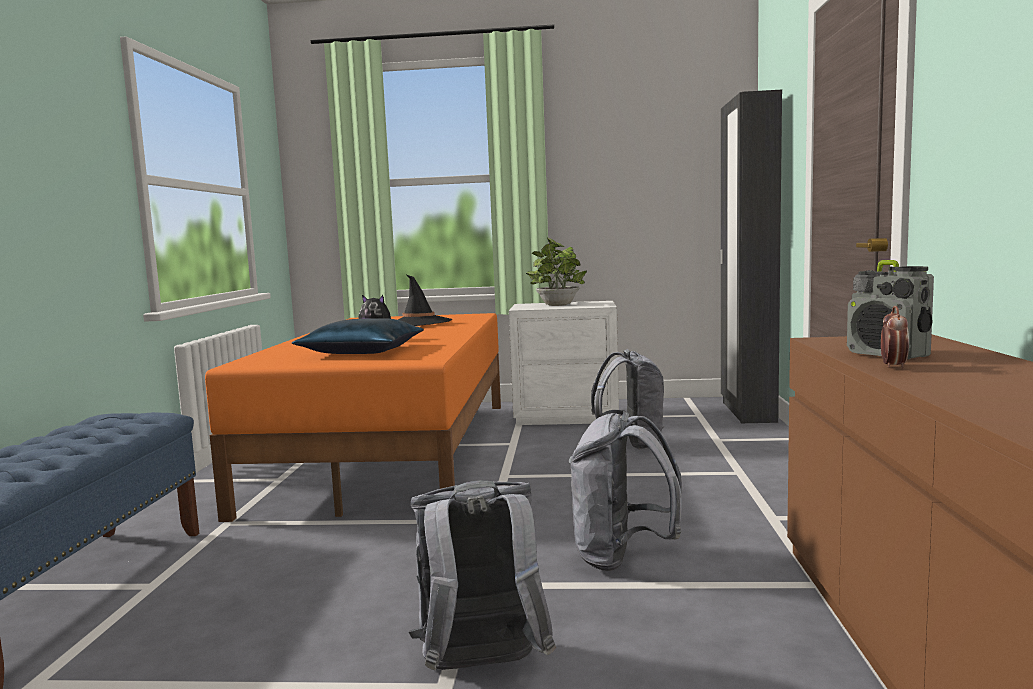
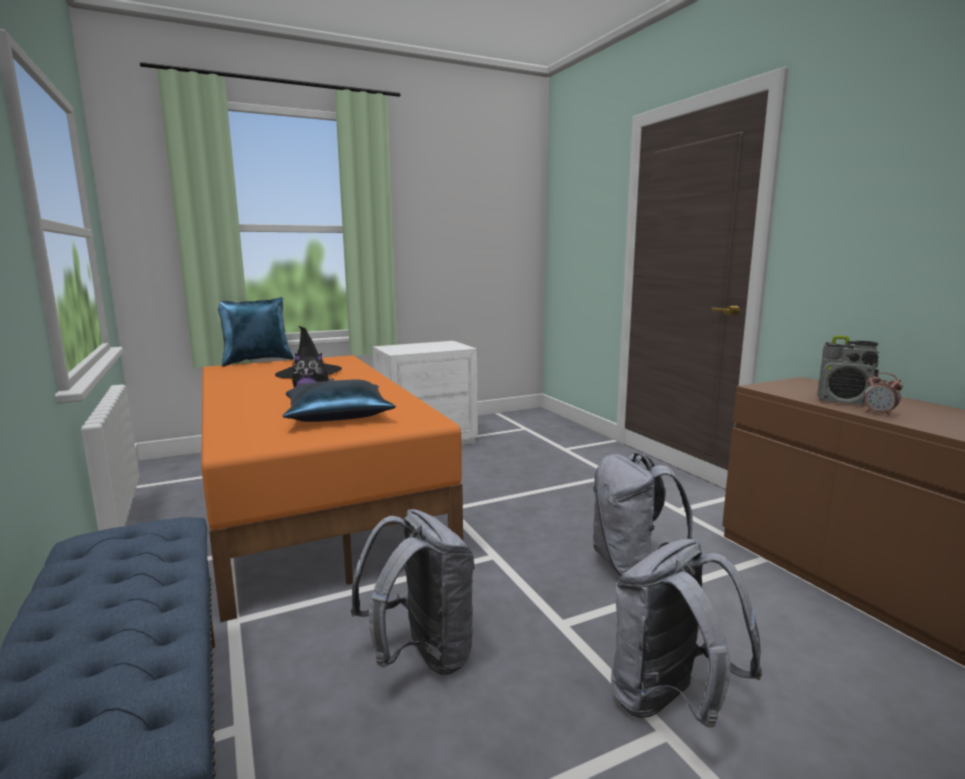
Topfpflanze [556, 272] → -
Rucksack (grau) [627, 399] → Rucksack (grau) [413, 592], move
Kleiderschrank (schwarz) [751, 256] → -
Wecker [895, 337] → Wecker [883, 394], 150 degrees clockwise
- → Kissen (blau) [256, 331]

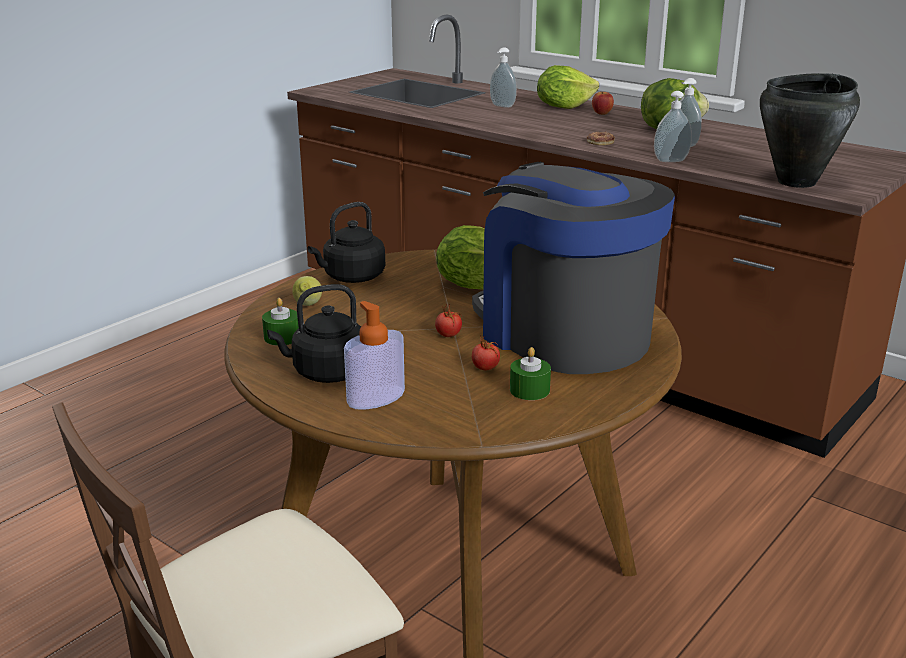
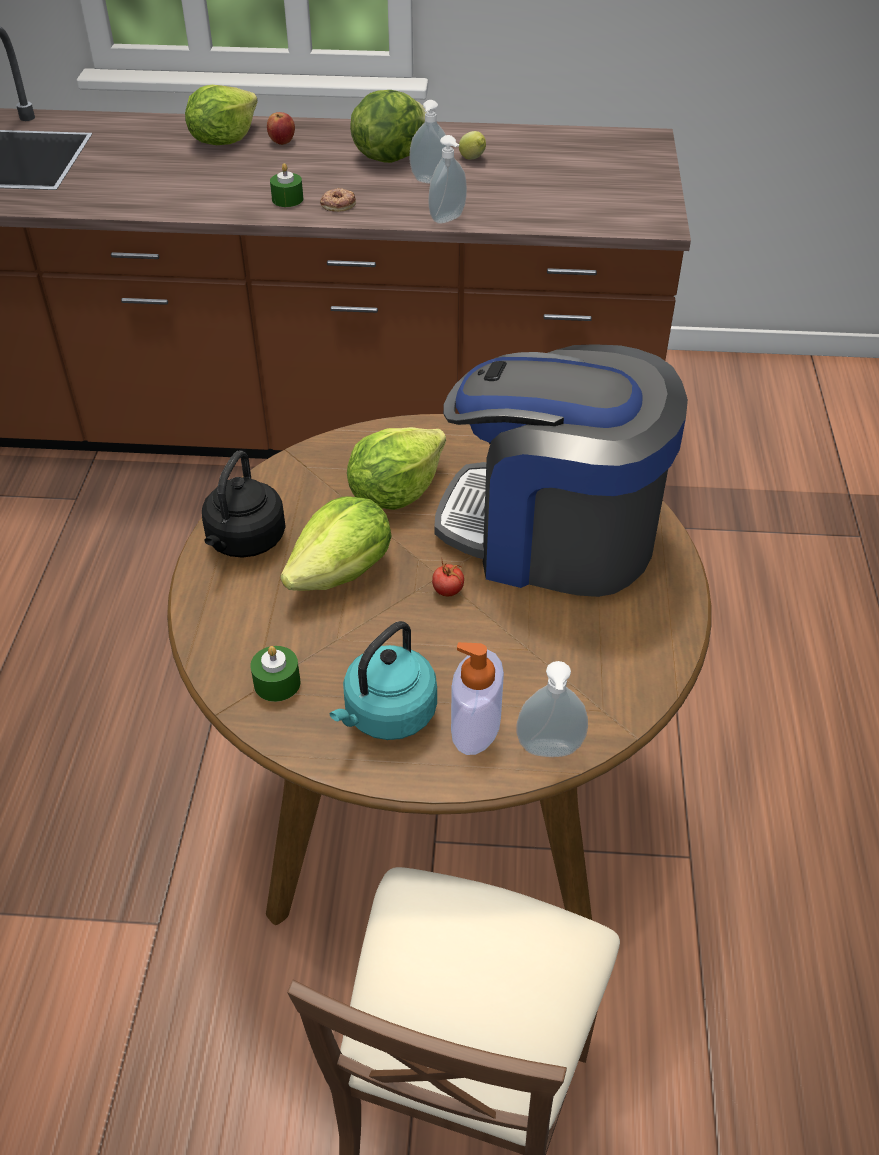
Wasserkessel (schwarz) [314, 333] → Wasserkessel (türkis) [383, 680]
Zitrone [307, 291] → Zitrone [472, 145], move
Tomate [486, 352] → -
Seifenspender [503, 77] → Seifenspender [552, 709], move
Kerze (grün) [530, 373] → Kerze (grün) [286, 185], move
Kochtopf (schwarz) [810, 130] → -
- → Salatkopf [336, 543]

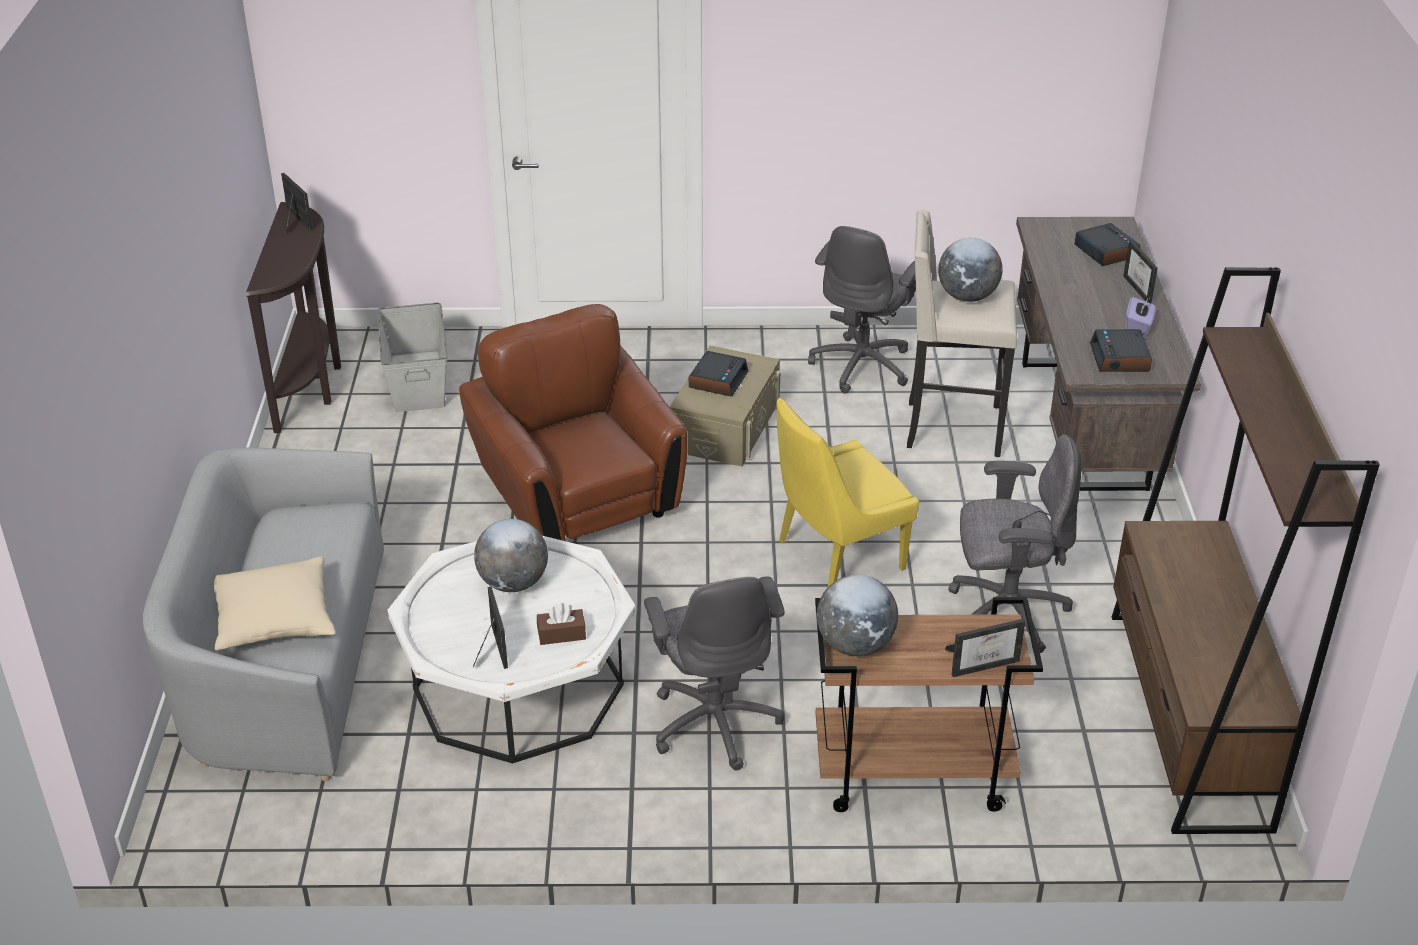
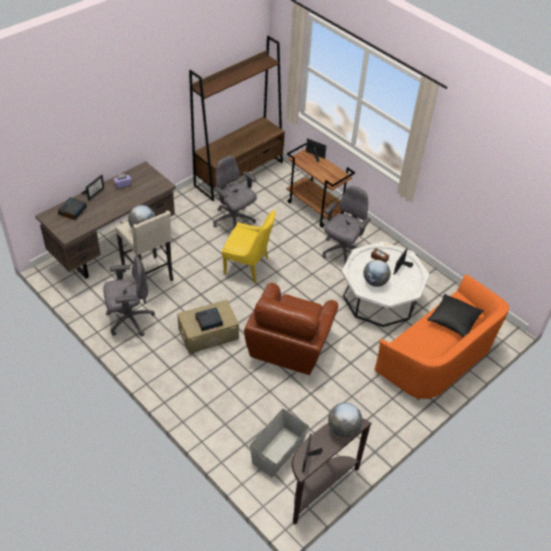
Sofa (grau) [263, 614] → Sofa (orange) [441, 337]
Kissen (beige) [275, 603] → Kissen (schwarz) [455, 315]
Globus [857, 615] → Globus [345, 420], move
Wecker [1121, 350] → -

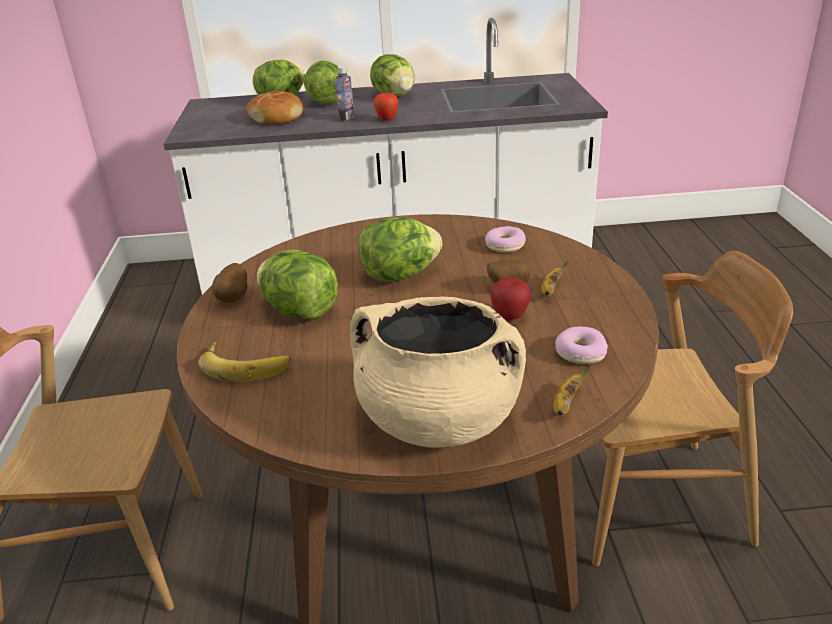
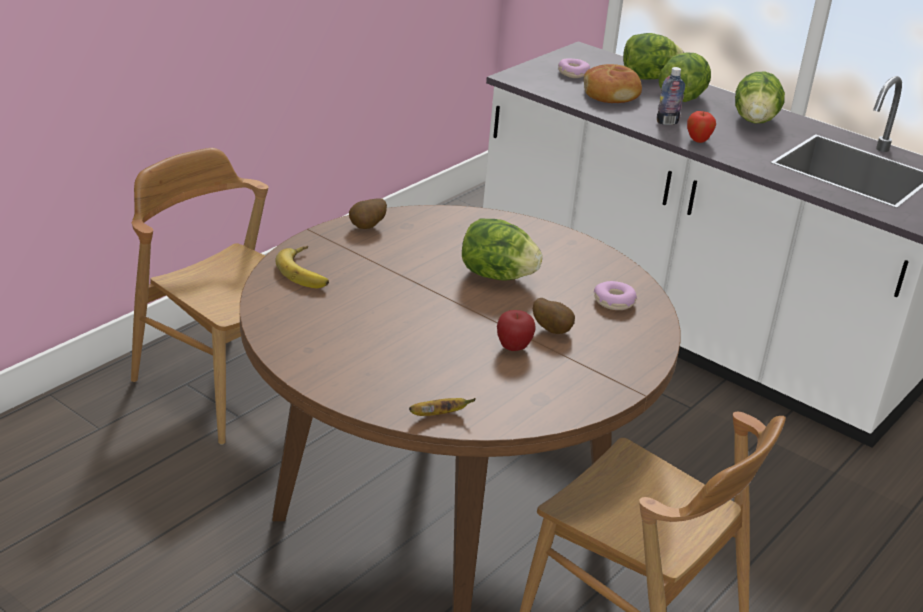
Salatkopf [297, 284] → -
Kochtopf (beige) [438, 372] → -
Banane [554, 279] → -
Donut [581, 345] → Donut [574, 68], move

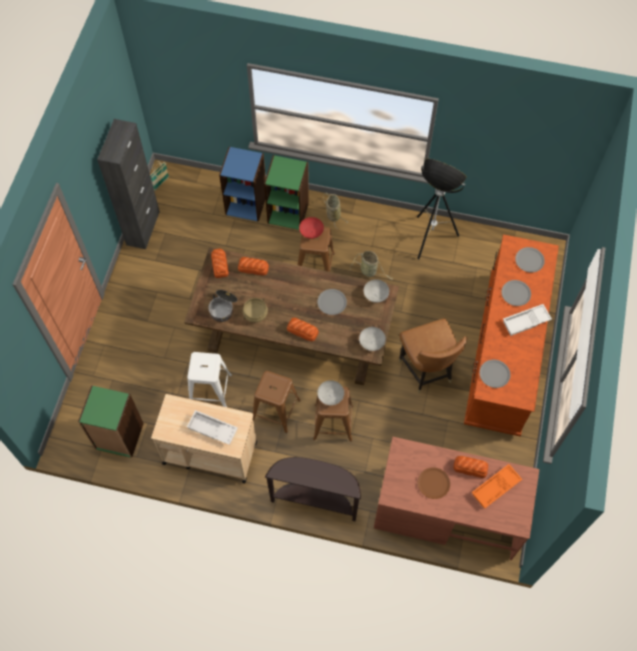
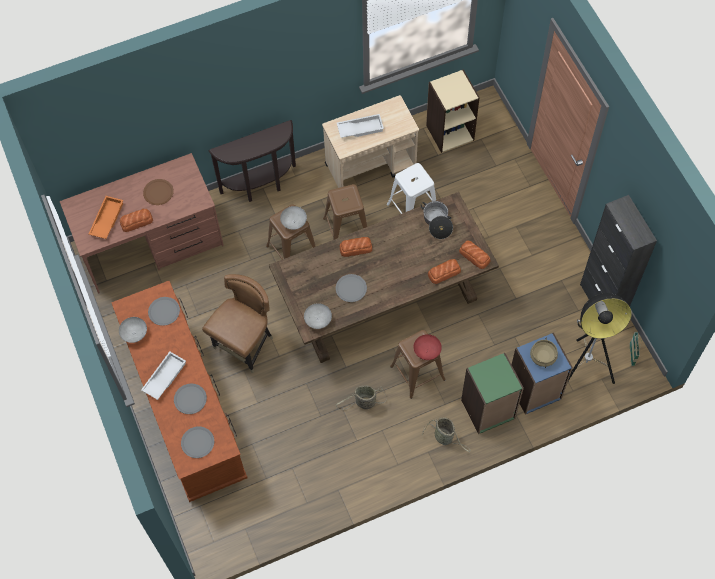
Bücherregal (grün) [111, 421] → Bücherregal (beige) [453, 111]
Kochtopf (beige) [255, 310] → Kochtopf (beige) [544, 353], move
Schüssel (grau) [372, 339] → Schüssel (grau) [133, 330], move
Stuhl (braun) [433, 356] → Stuhl (braun) [237, 323], 90 degrees clockwise
Stehlampe [442, 209] → Stehlampe [600, 338], move

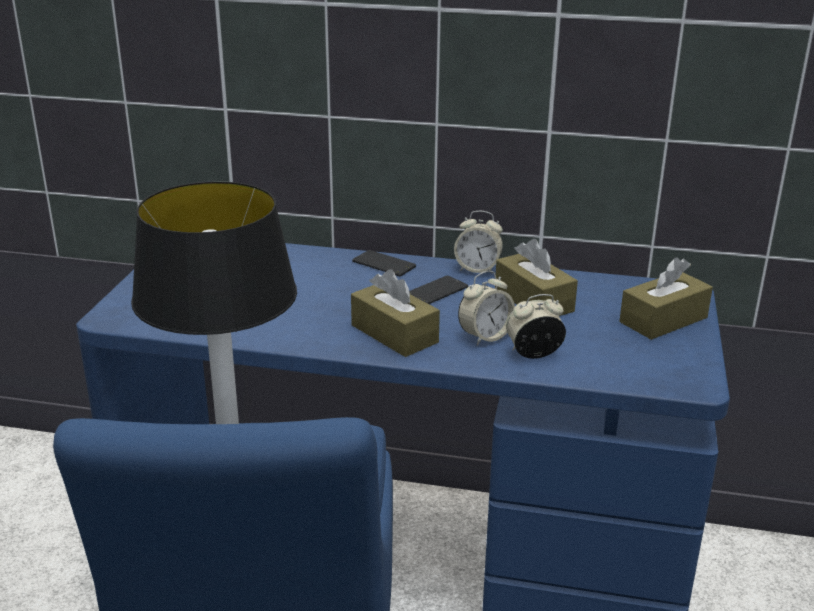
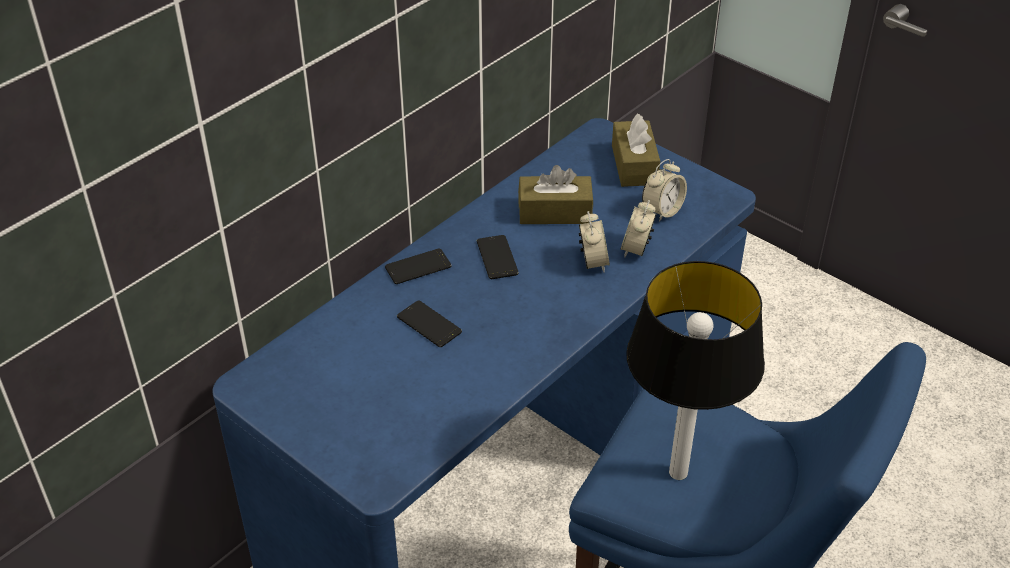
Taschentuchbox (braun) [395, 313] → -
Wecker [478, 242] → Wecker [664, 190], move
- → Handy [429, 324]

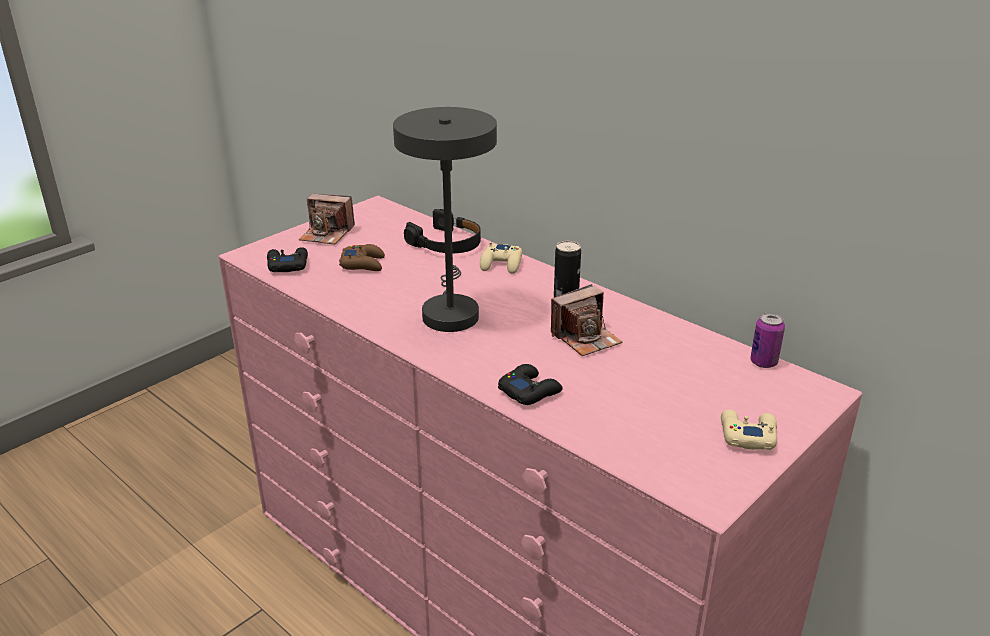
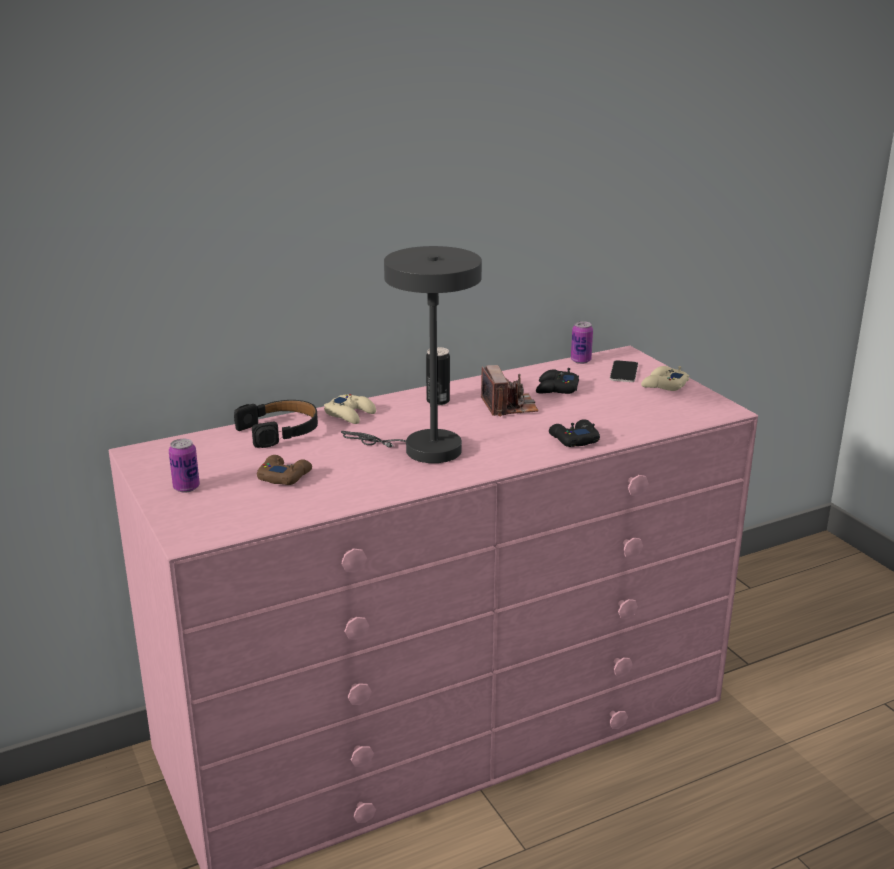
Gamepad (schwarz) [287, 259] → Gamepad (schwarz) [557, 381], move
Kamera [327, 219] → Dose [184, 465]
- → Handy [624, 371]

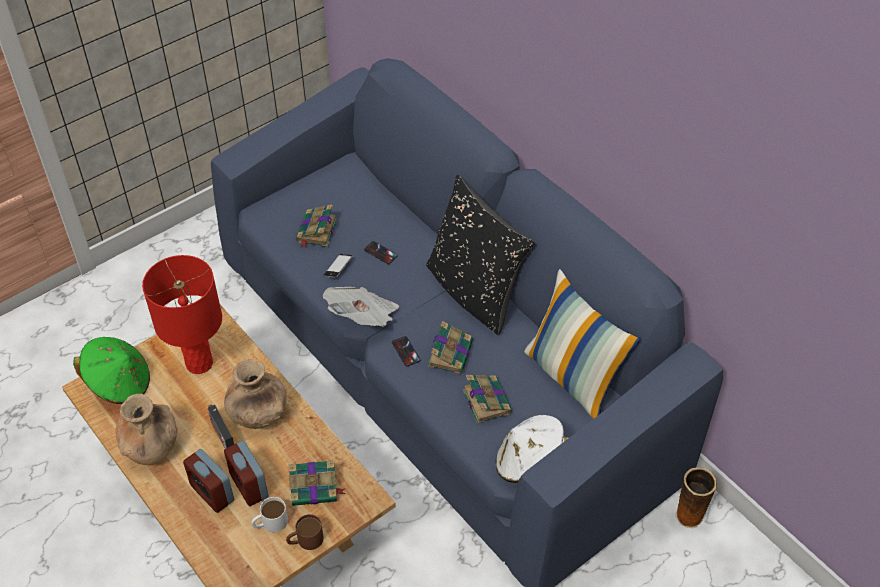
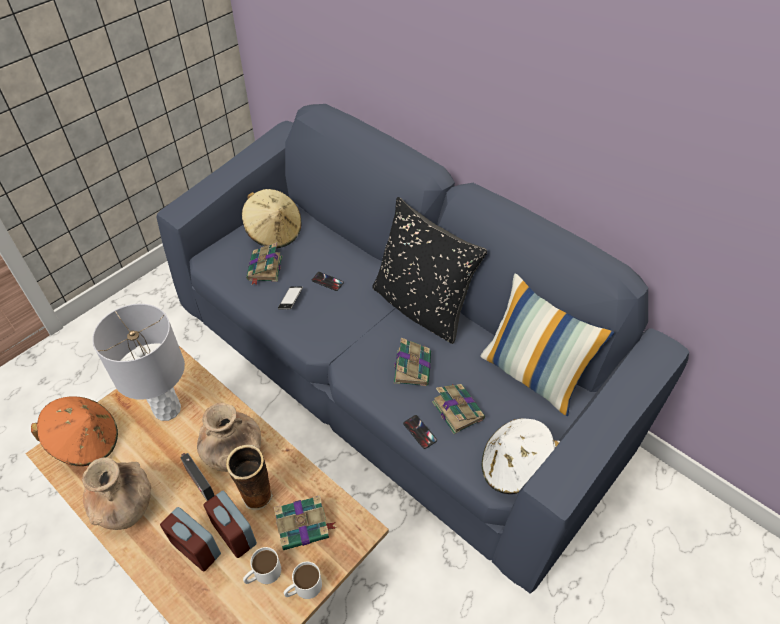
Hut (grün) [111, 370] → Hut (orange) [74, 431]
Tischlampe (rot) [182, 314] → Tischlampe (grau) [138, 362]
Henkelbecher (braun) [305, 532] → Henkelbecher (weiß) [303, 580]
Zeitung [361, 307] → -
Handy [406, 351] → Handy [420, 432], move
Vase [696, 497] → Vase [249, 477], move
- → Hut (beige) [272, 218]

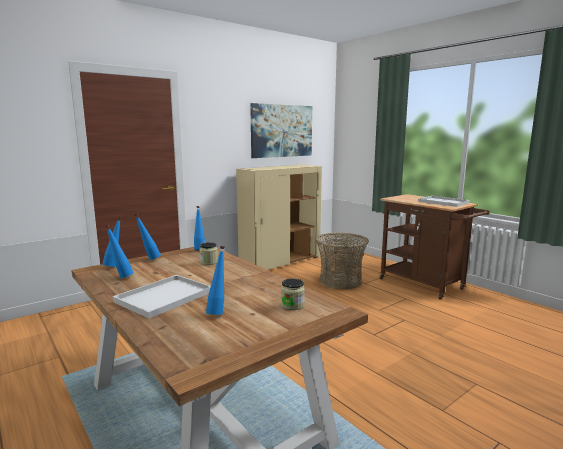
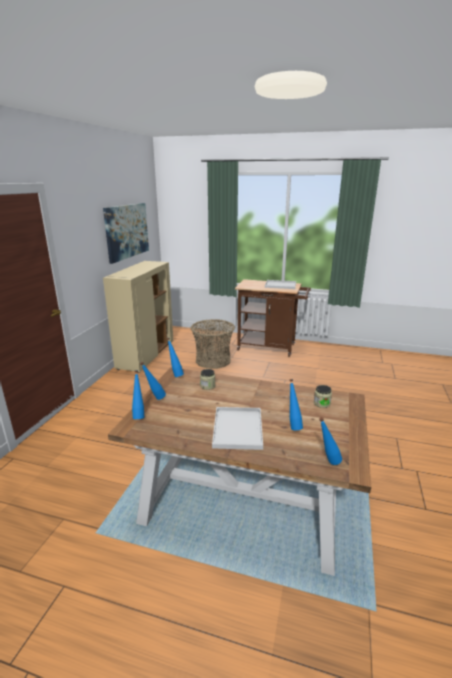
Flasche (blau) [119, 252] → Flasche (blau) [330, 441], move

